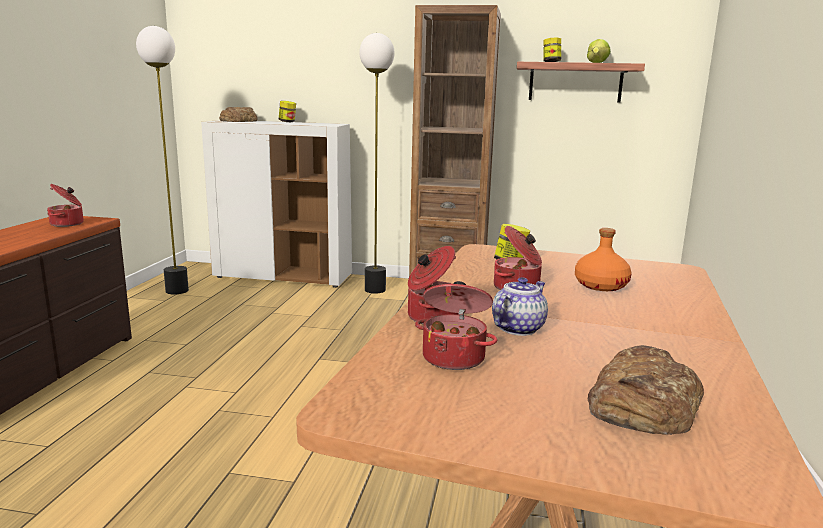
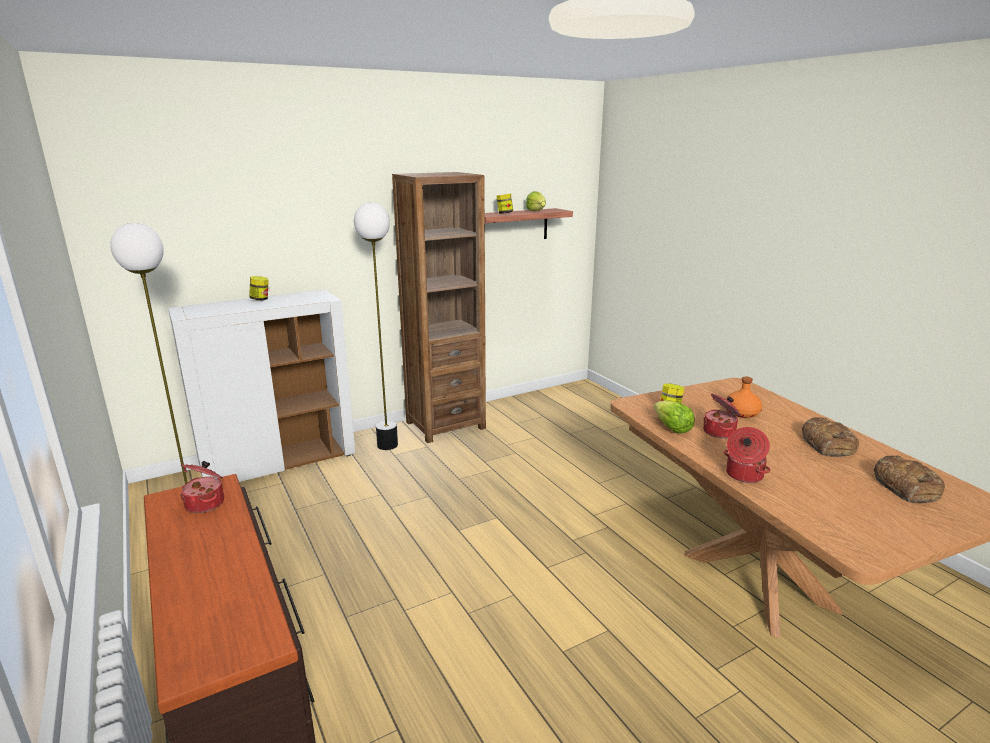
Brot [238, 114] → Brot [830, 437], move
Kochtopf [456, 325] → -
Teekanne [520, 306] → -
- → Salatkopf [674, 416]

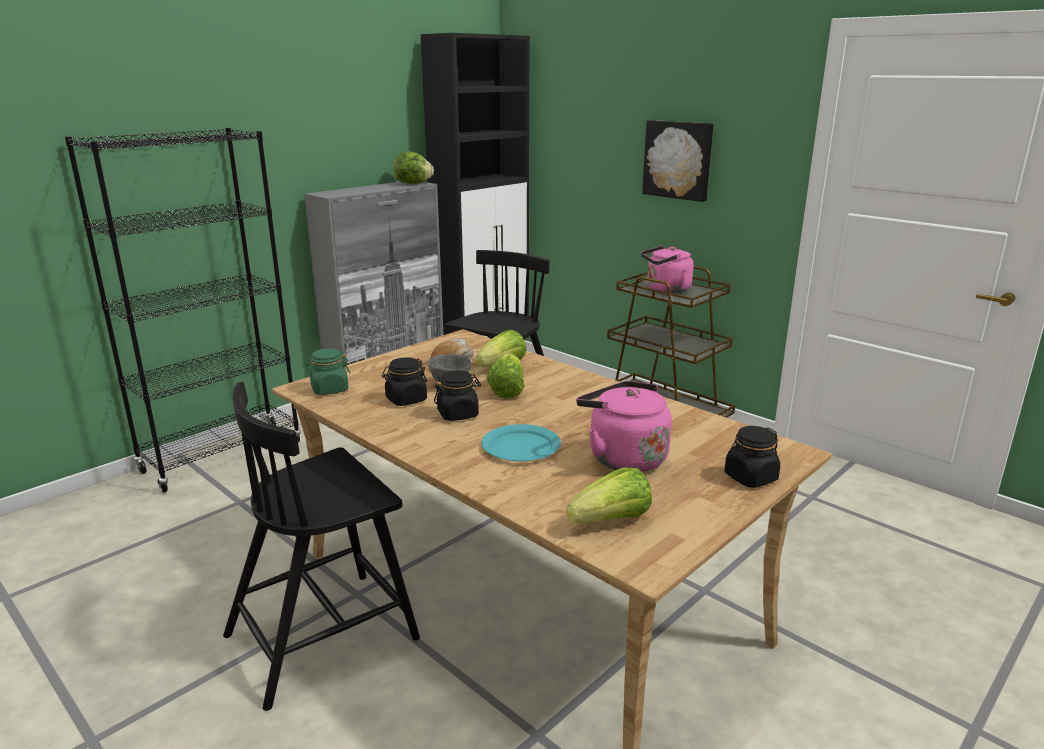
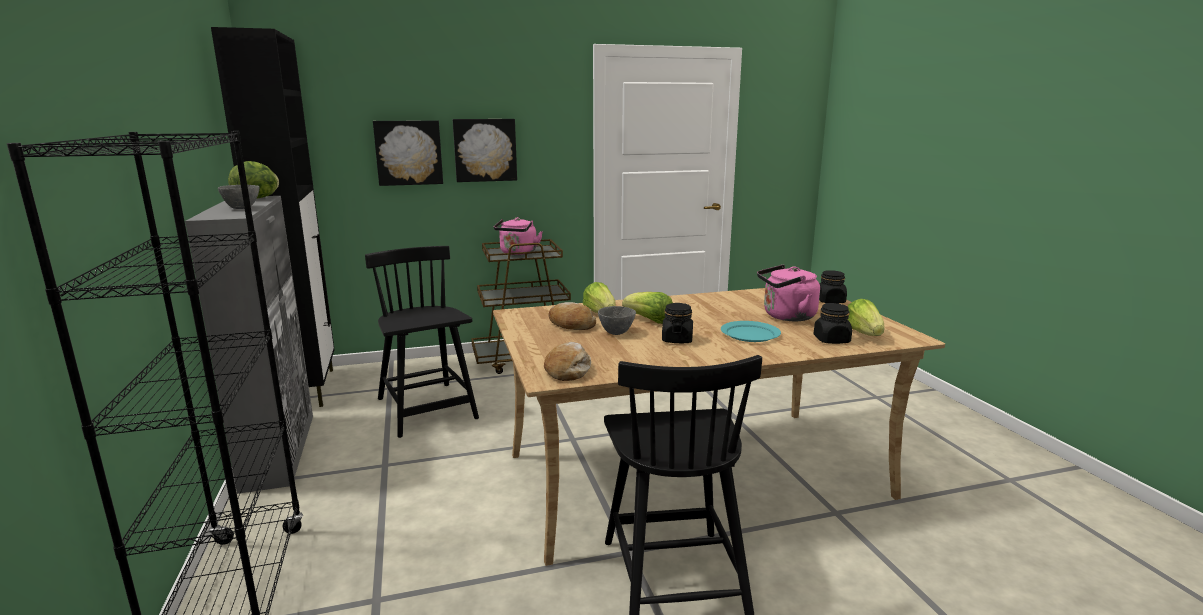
Vorratsglas (grün) [327, 371] → Brot [567, 361]
Vorratsglas (schwarz) [404, 381] → Vorratsglas (schwarz) [833, 323], move
- → Schüssel (grau) [238, 197]
- → Bild [408, 153]

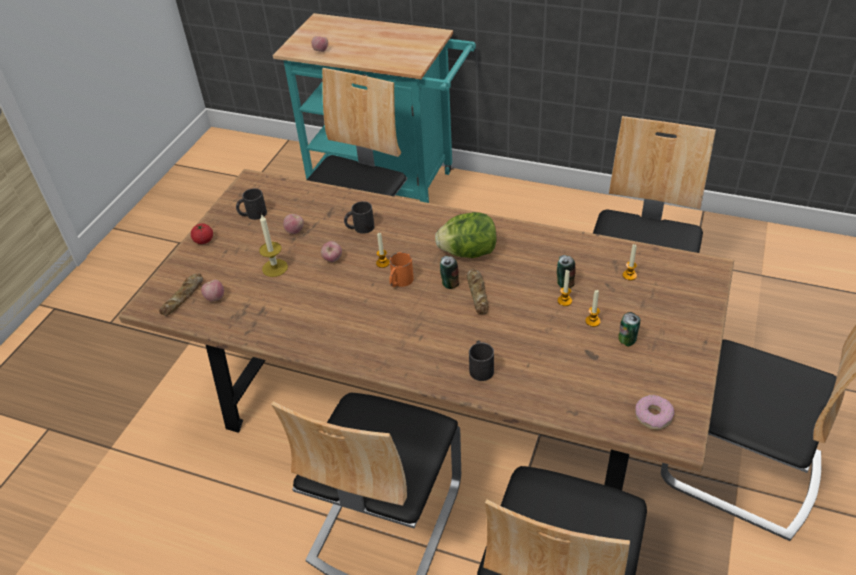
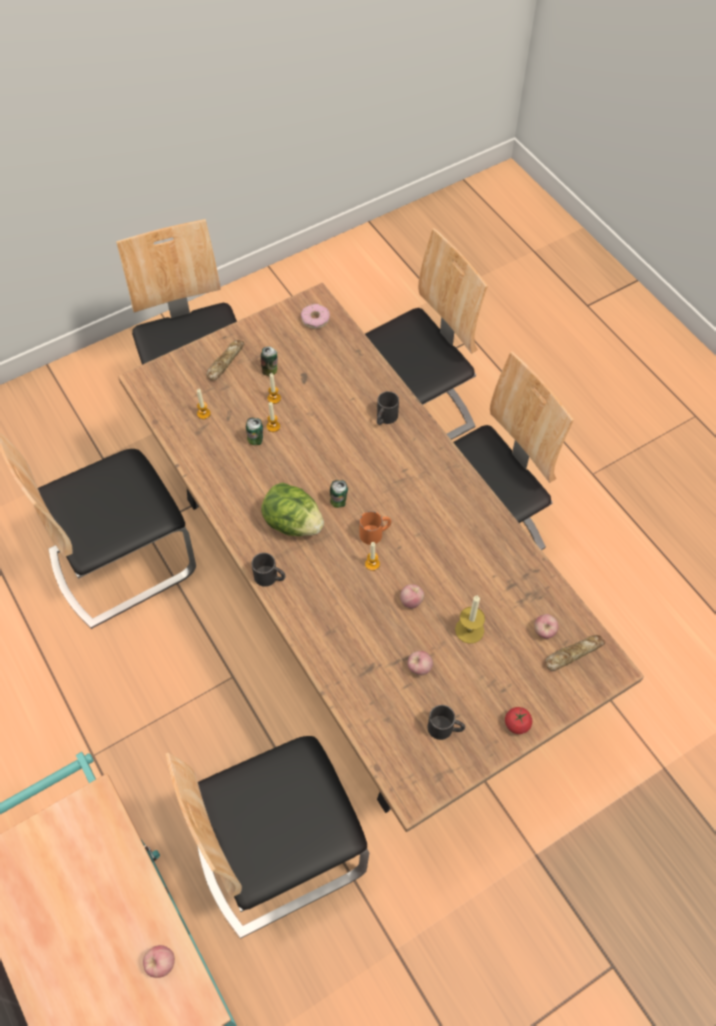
Henkelbecher (schwarz) [359, 217] → Henkelbecher (schwarz) [268, 570], move
Brot [477, 291] → Brot [225, 360], move

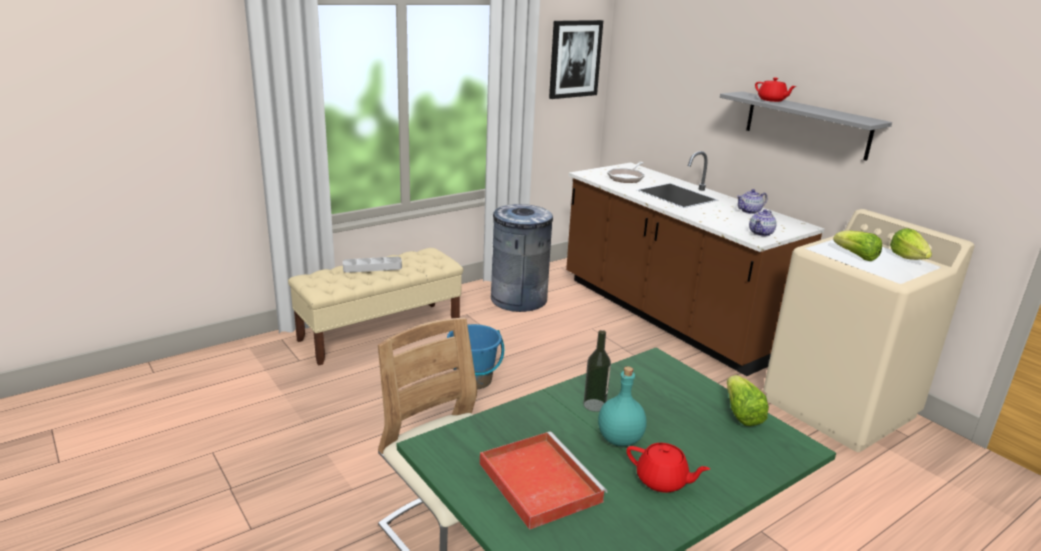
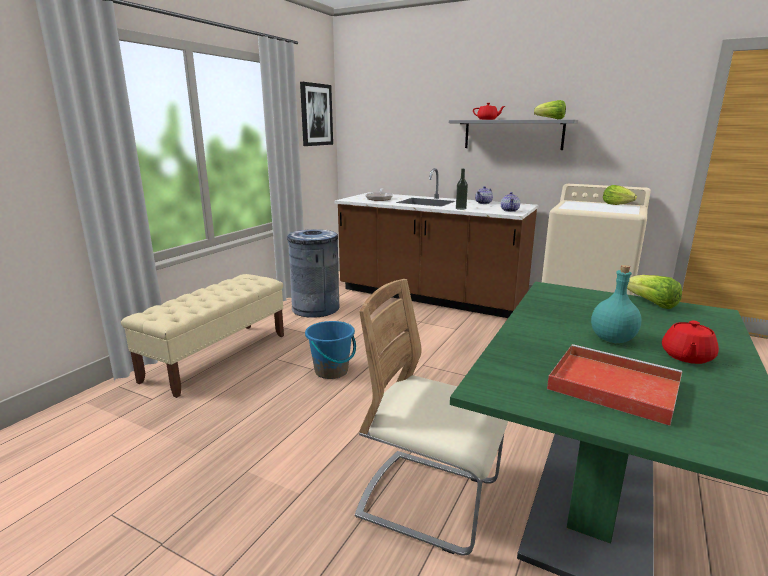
Tablett (grau) [372, 265] → -
Flasche [597, 371] → Flasche [462, 189], move
Teekanne (rot) [668, 468] → Teekanne (rot) [690, 342], 120 degrees clockwise
Salatkopf [857, 245] → Salatkopf [550, 109], move

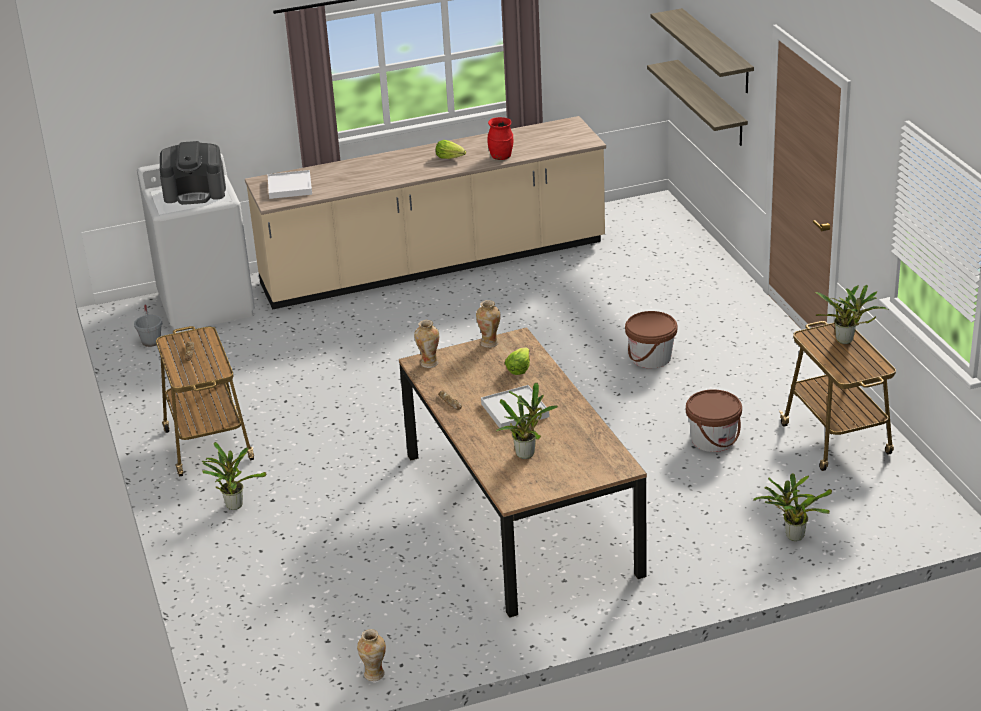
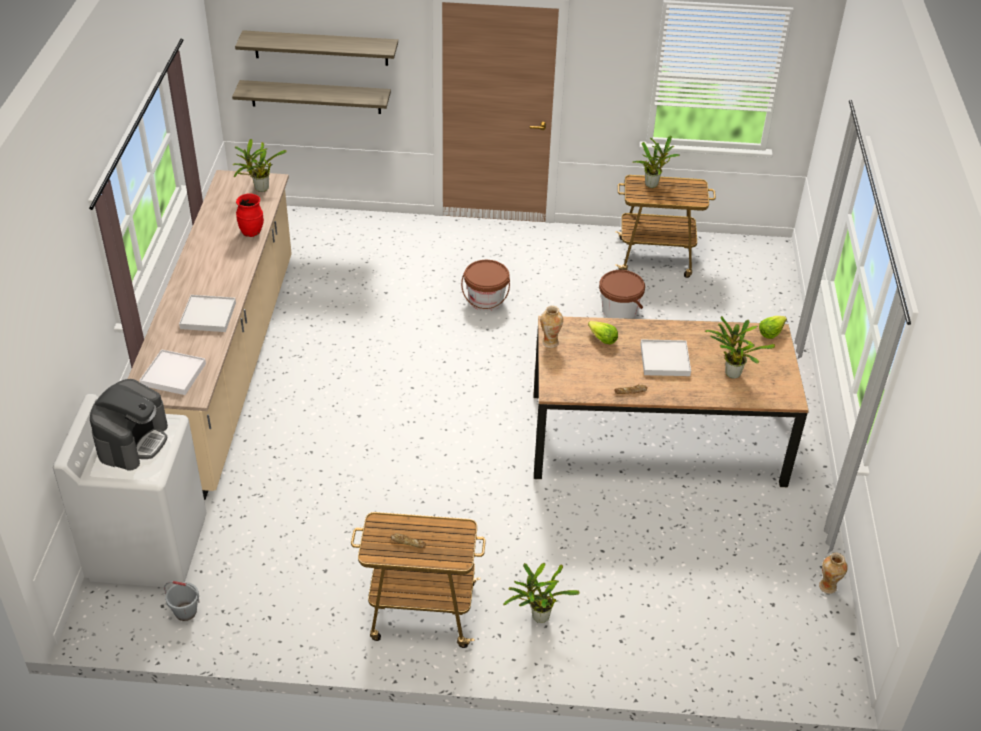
Vase [426, 344] → -
Salatkopf [451, 149] → Salatkopf [773, 327], move
Topfpflanze [792, 507] → Topfpflanze [260, 165], move
- → Tablett (weiß) [207, 313]

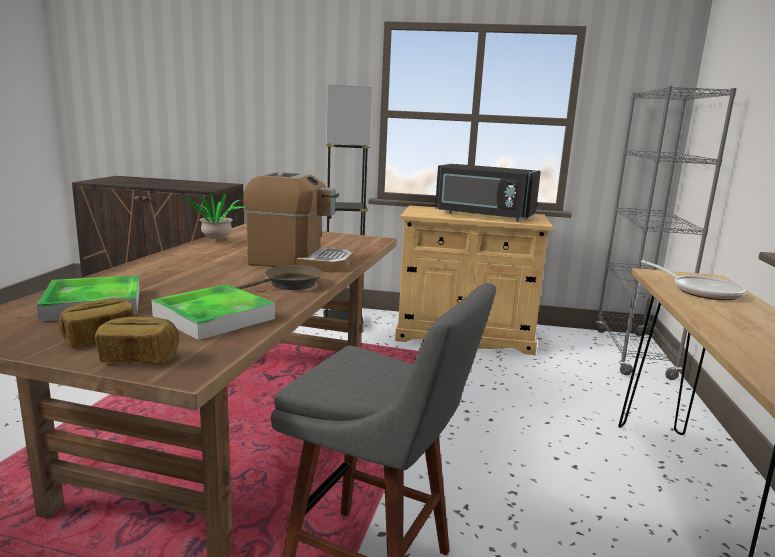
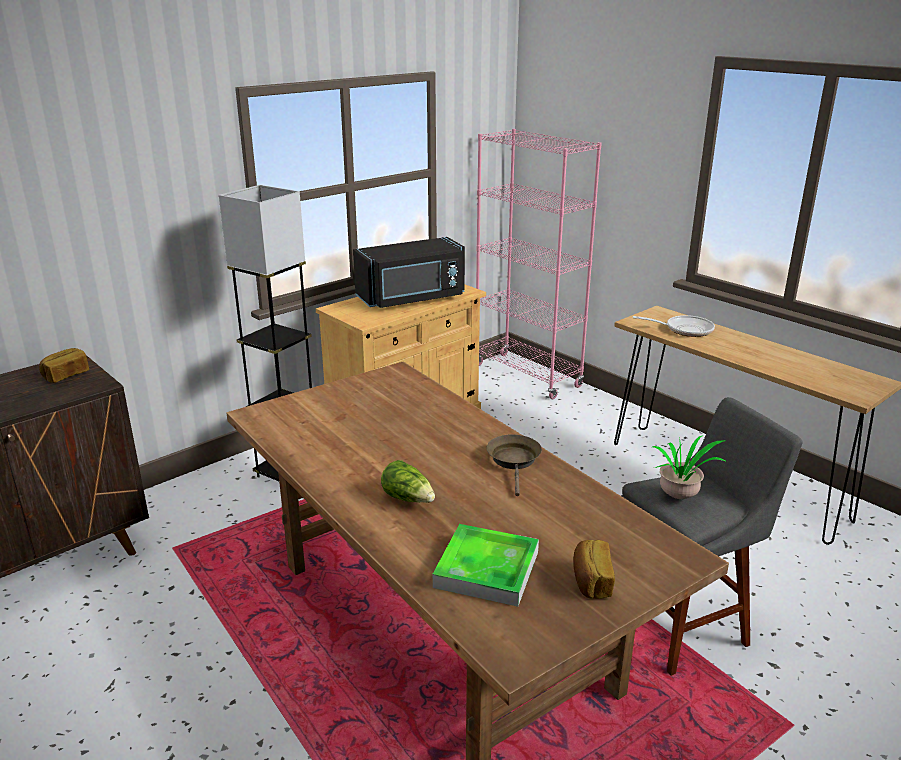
Brot [137, 340] → Brot [64, 365], move
Tablett [213, 312] → -
Topfpflanze [213, 216] → Topfpflanze [689, 467], move
Kaffeemaschine [298, 222] → -
Bücherregal (grau) [666, 233] → Bücherregal (rosa) [539, 264]
- → Salatkopf [408, 481]

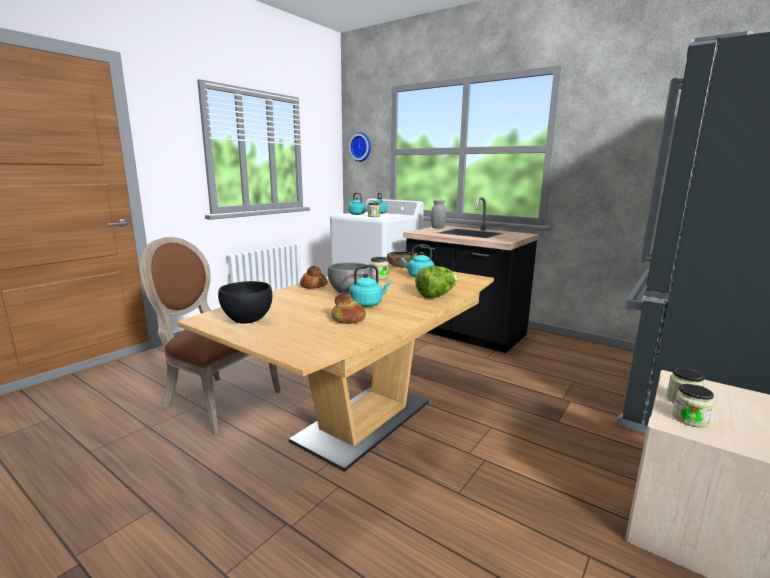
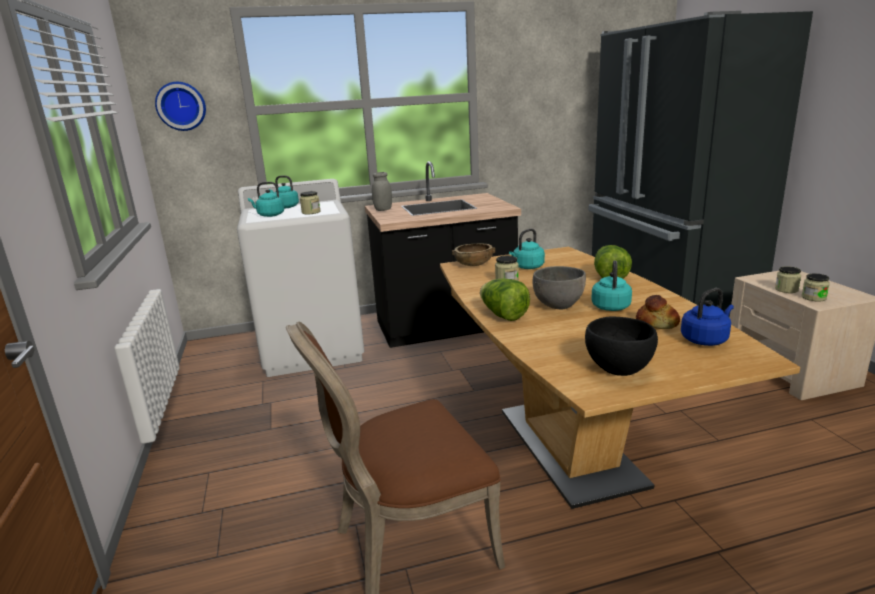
Brot [314, 277] → Salatkopf [505, 300]
- → Wasserkessel (blau) [707, 317]

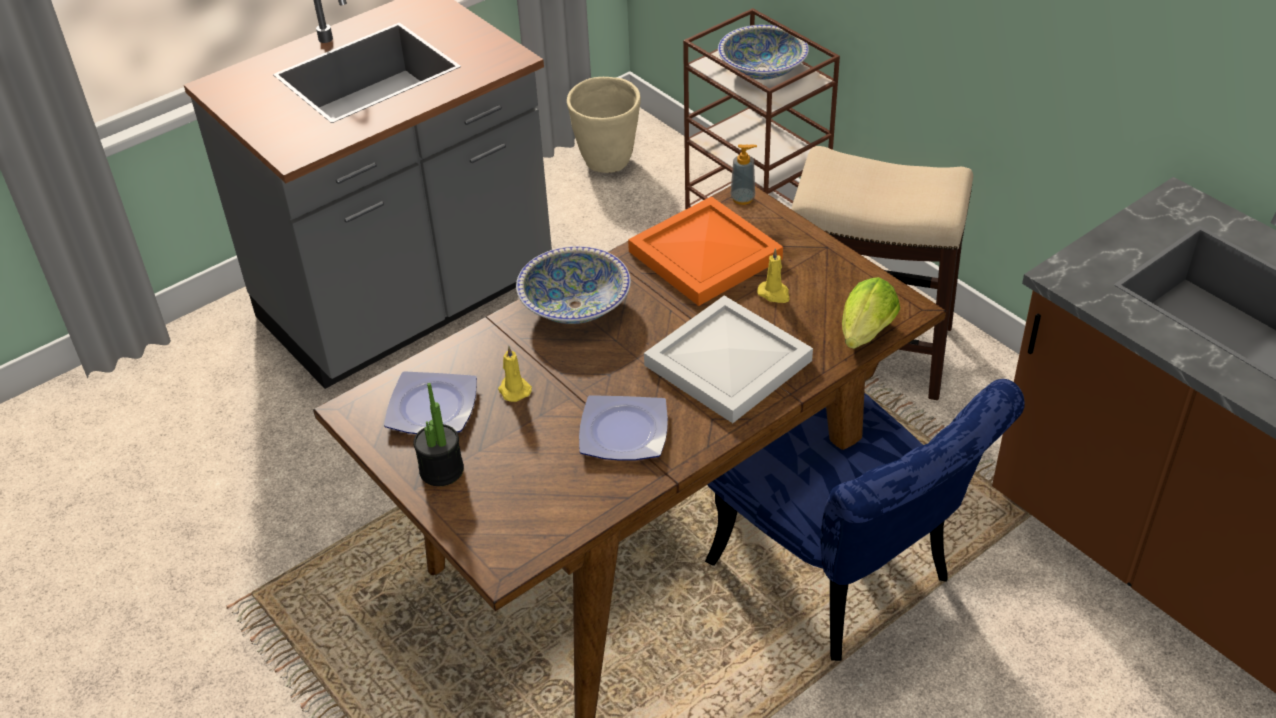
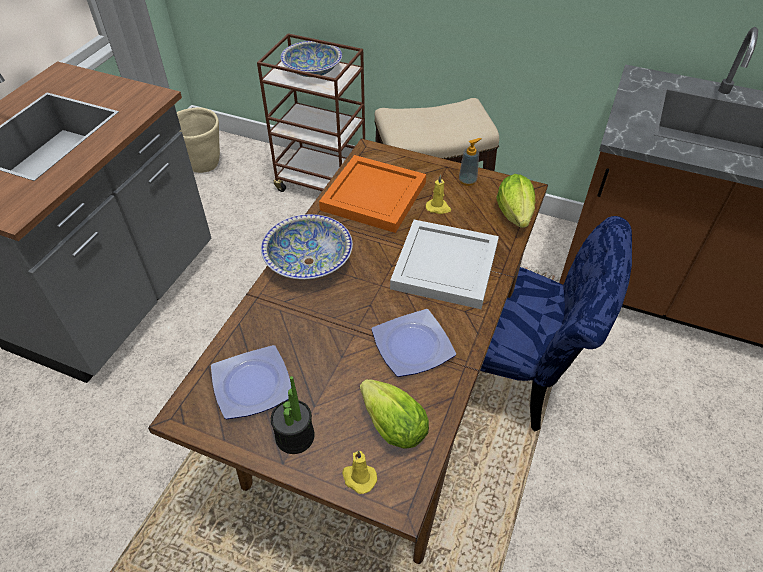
Kerze (gelb) [515, 374] → Kerze (gelb) [359, 472], move
Seifenspender [743, 175] → Seifenspender [470, 162], move
- → Salatkopf [394, 413]

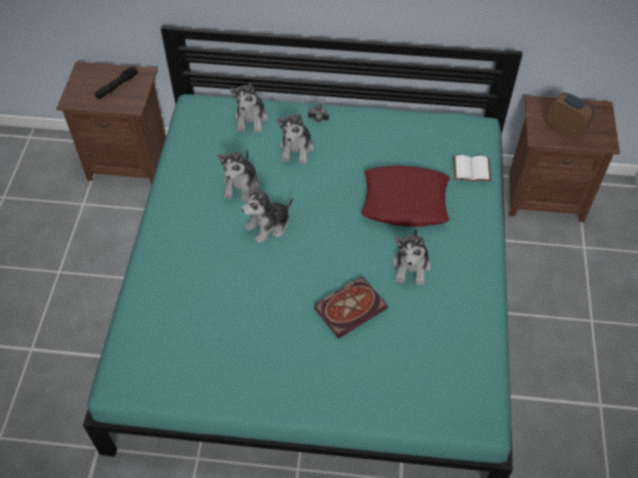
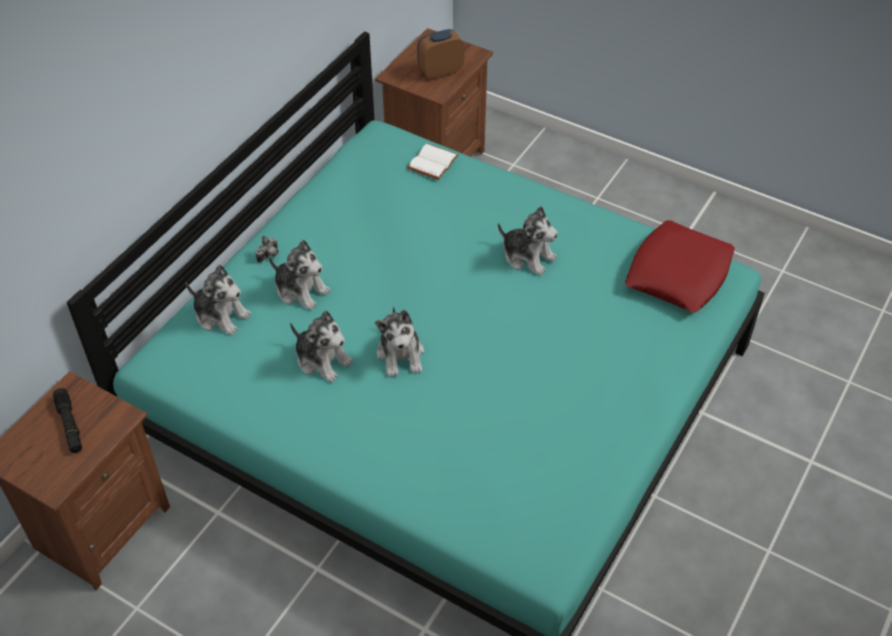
Buch [351, 307] → -
Kissen (rot) [405, 196] → Kissen (rot) [680, 266], move

